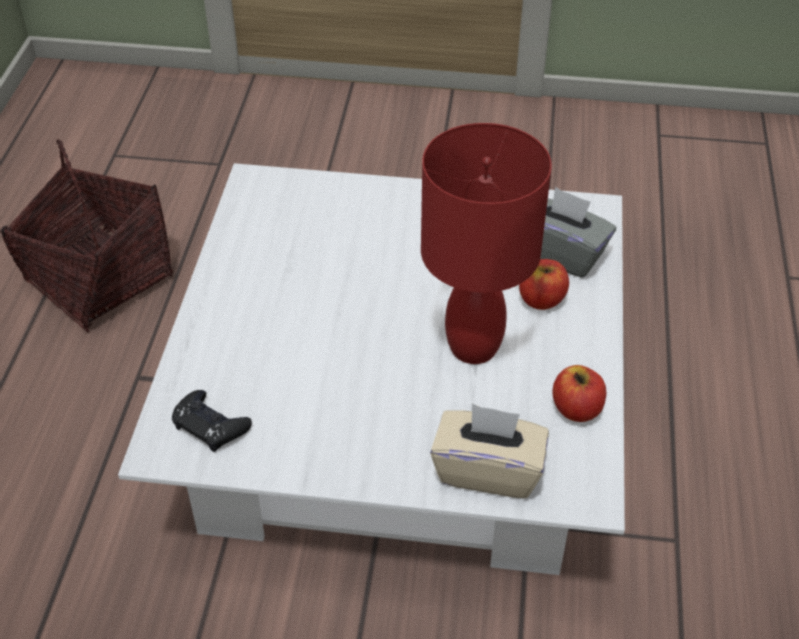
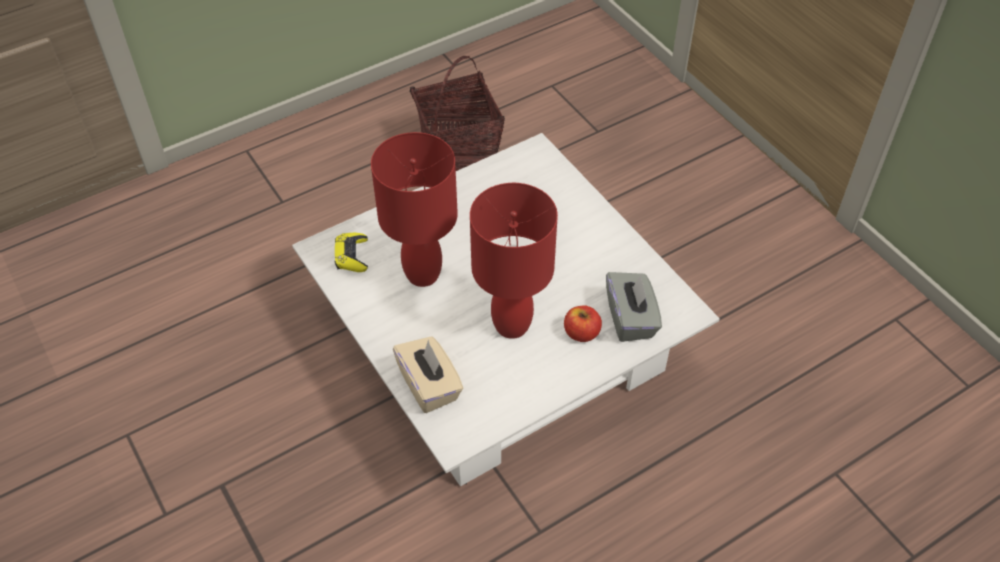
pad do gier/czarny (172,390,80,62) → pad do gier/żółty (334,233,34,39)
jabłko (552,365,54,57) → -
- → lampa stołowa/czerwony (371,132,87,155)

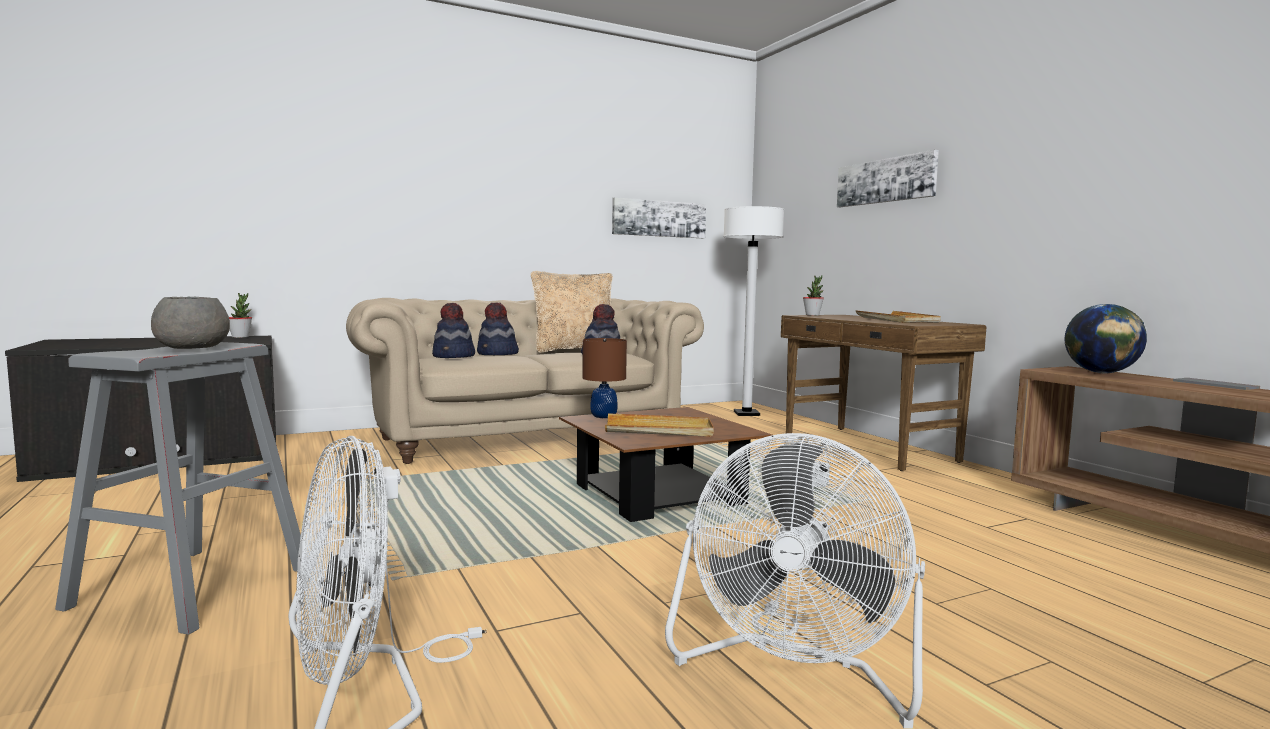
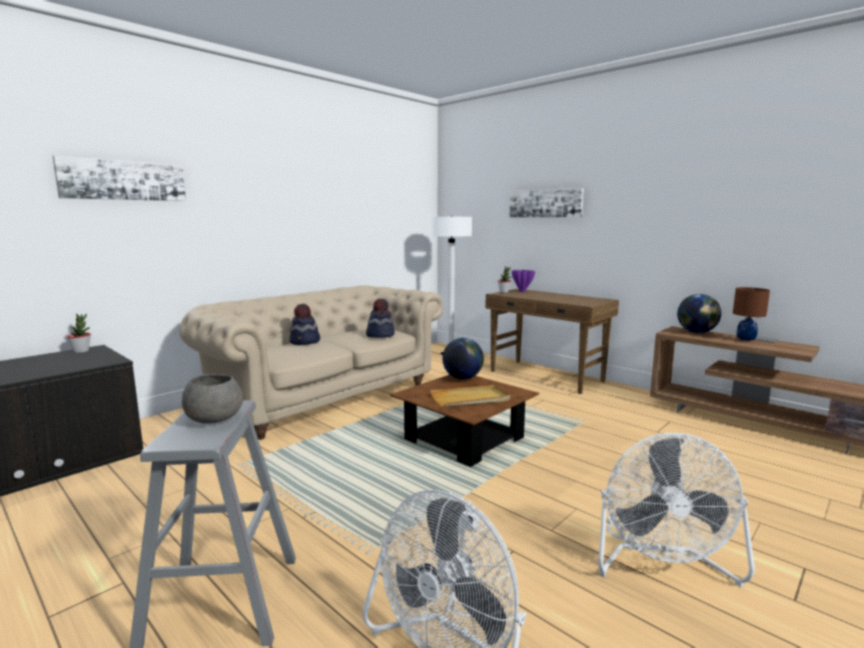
kapelusz (432,303,43,55) → -
poduszka/beżowy (530,271,83,82) → -
lampa stołowa/brązowy (582,338,45,80) → lampa stołowa/brązowy (733,287,37,54), relocated
obraz (612,197,94,41) → obraz (53,156,133,45), relocated
taca/beżowy (856,311,85,12) → -
- → globus (442,338,42,42)
- → wazon/fioletowy (512,270,23,22)

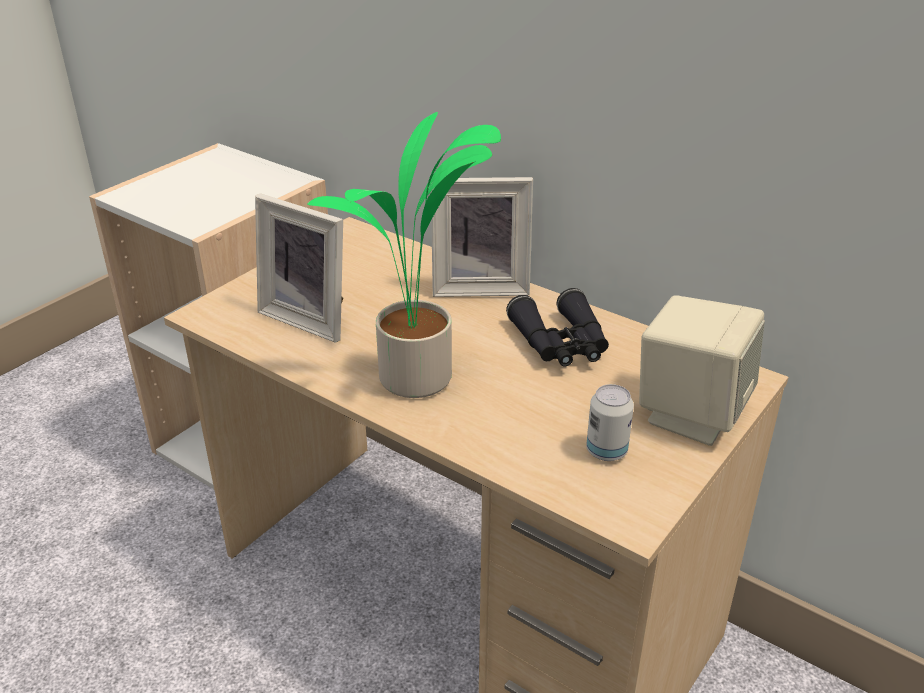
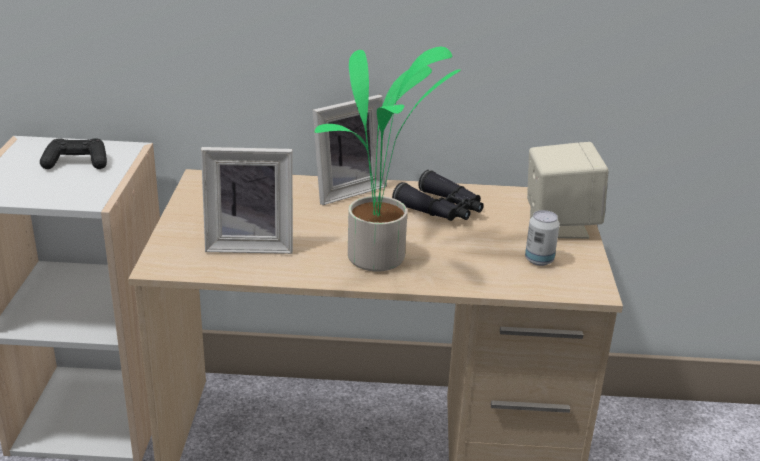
- → pad do gier/czarny (40,138,67,31)

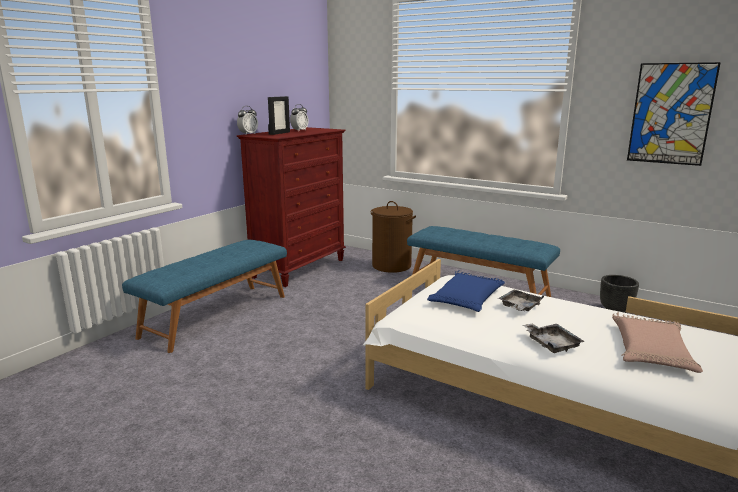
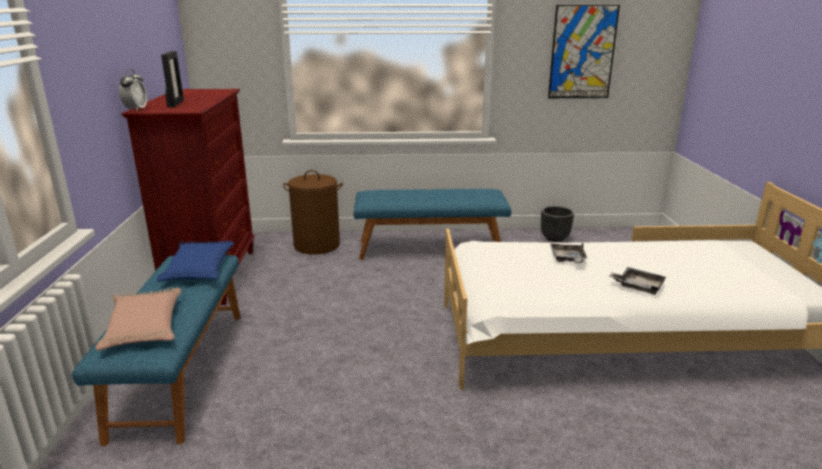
budzik (290,104,19,27) → -
poduszka/niebieski (427,270,78,42) → poduszka/niebieski (157,240,77,42), relocated
poduszka/beżowy (612,312,91,61) → poduszka/beżowy (95,287,86,64), relocated

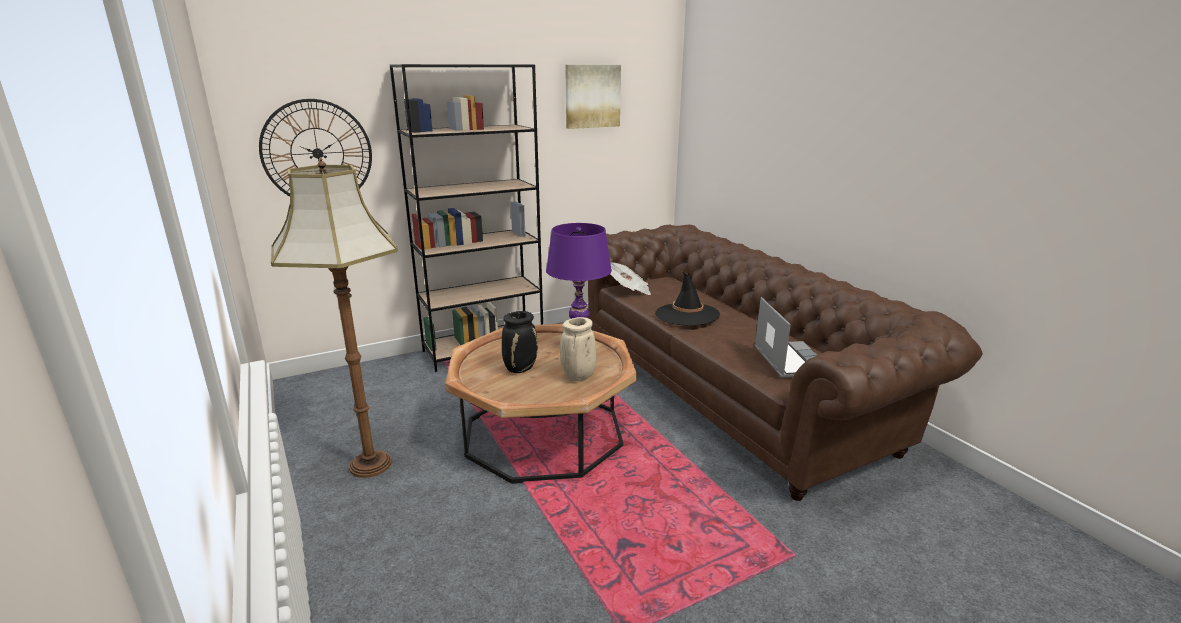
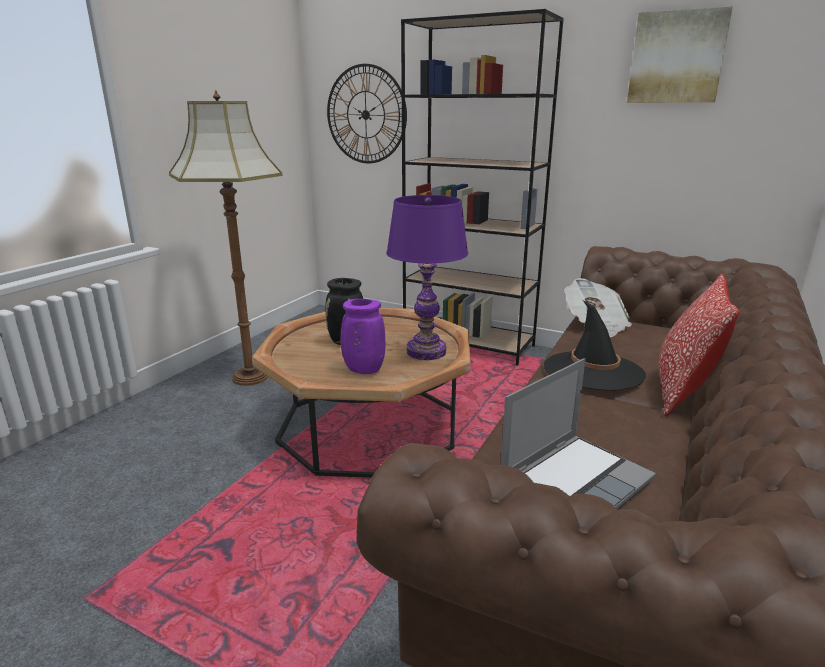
wazon/beżowy (560,317,36,64) → wazon/fioletowy (341,299,44,75)
- → poduszka (658,274,81,143)

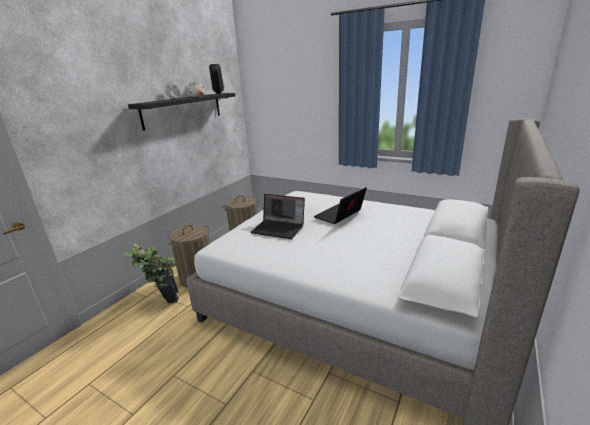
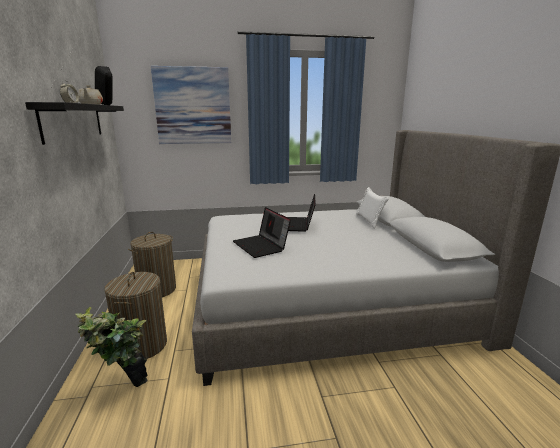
laptop (251,194,54,45) → laptop (233,207,58,51), 75 degrees clockwise
- → obraz (151,66,80,78)
- → poduszka/biały (355,187,34,42)

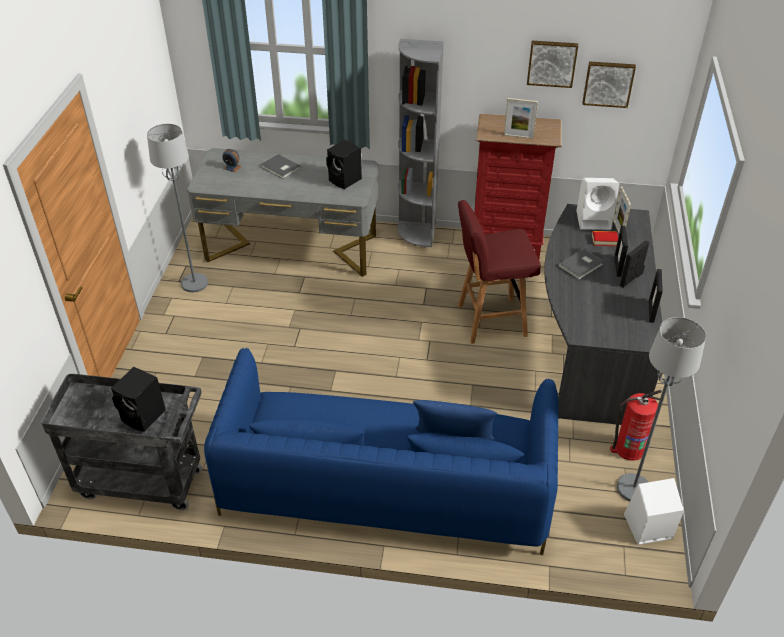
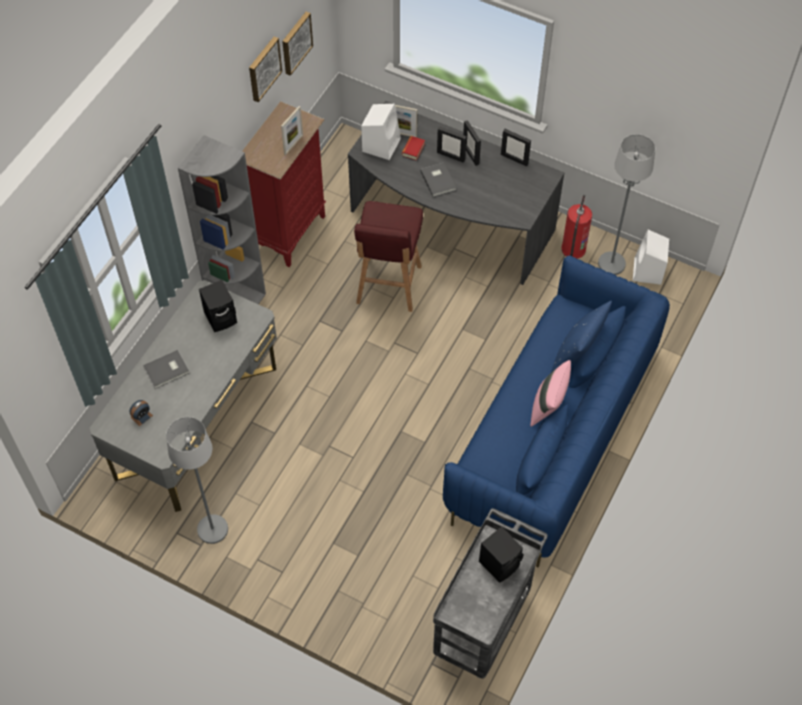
- → poduszka/różowy (530,360,41,67)

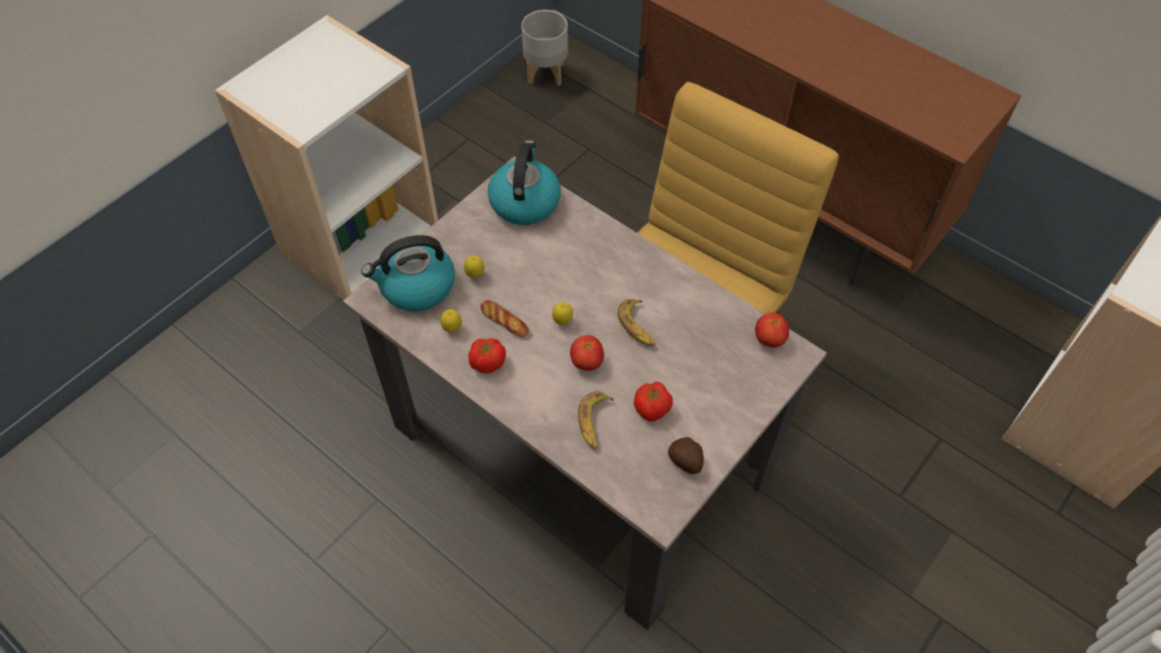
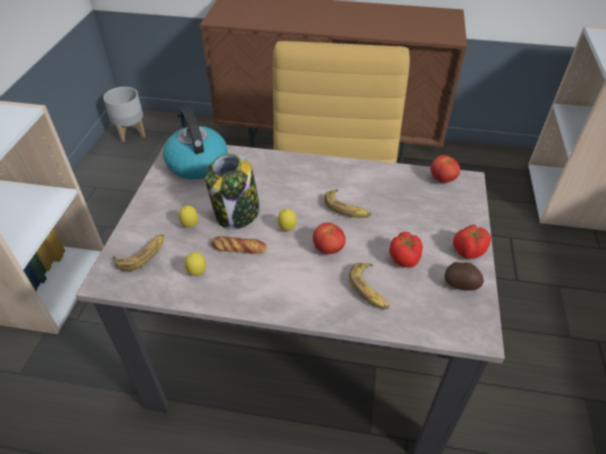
czajnik (361,235,94,76) → banan (113,234,51,37)
pomidor (468,338,38,35) → pomidor (453,224,38,35), relocated
- → słoik (205,154,55,75)

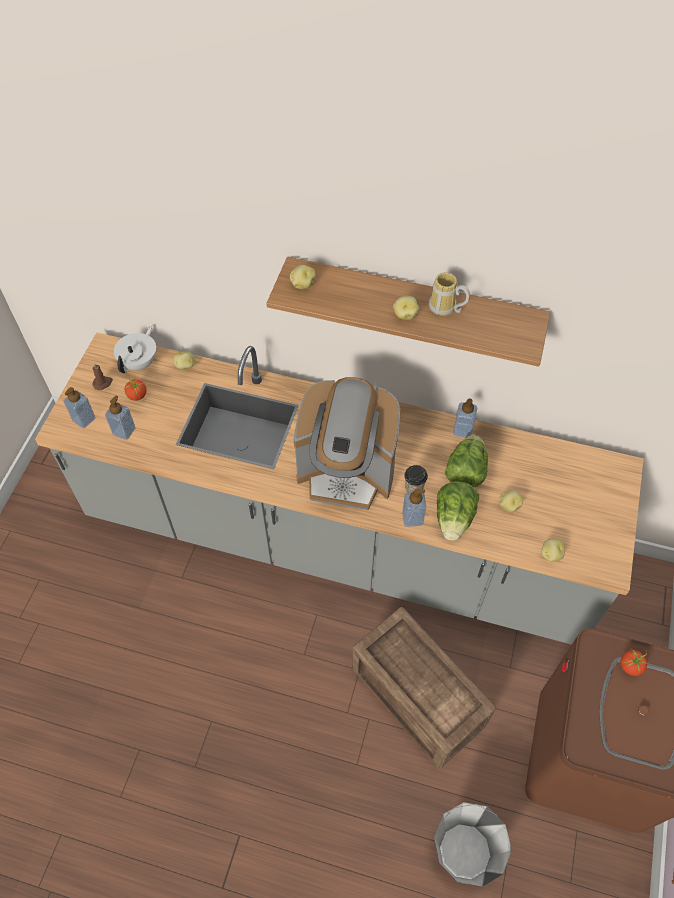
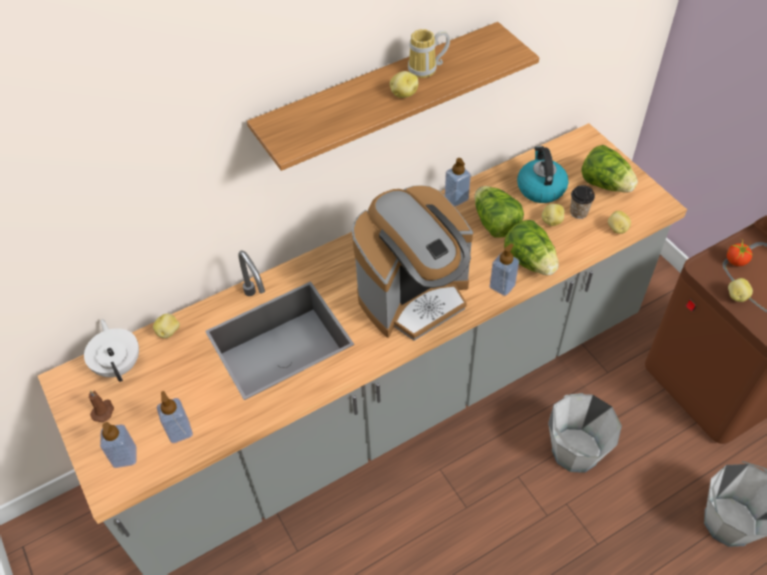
pomidor (124,374,23,27) → -
ziemniak (290,265,26,24) → ziemniak (728,278,25,24), relocated
skrzynka (352,607,144,162) → wiadro/szary (548,393,74,80)
filiżanka (404,465,24,28) → filiżanka (570,185,25,34), relocated
- → czajnik (517,146,51,57)
- → sałata (581,145,57,48)

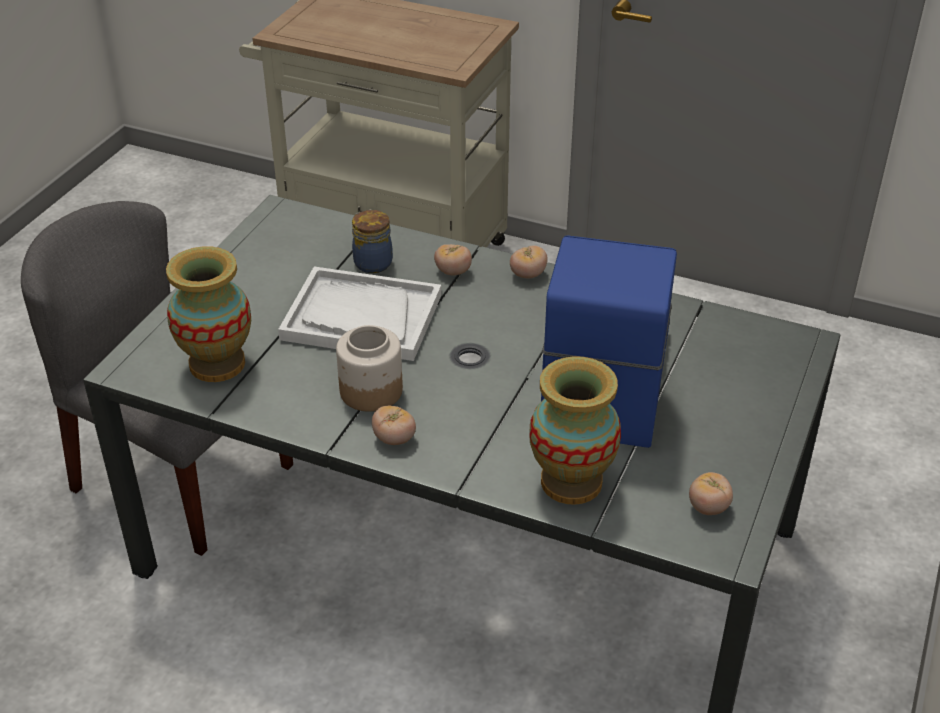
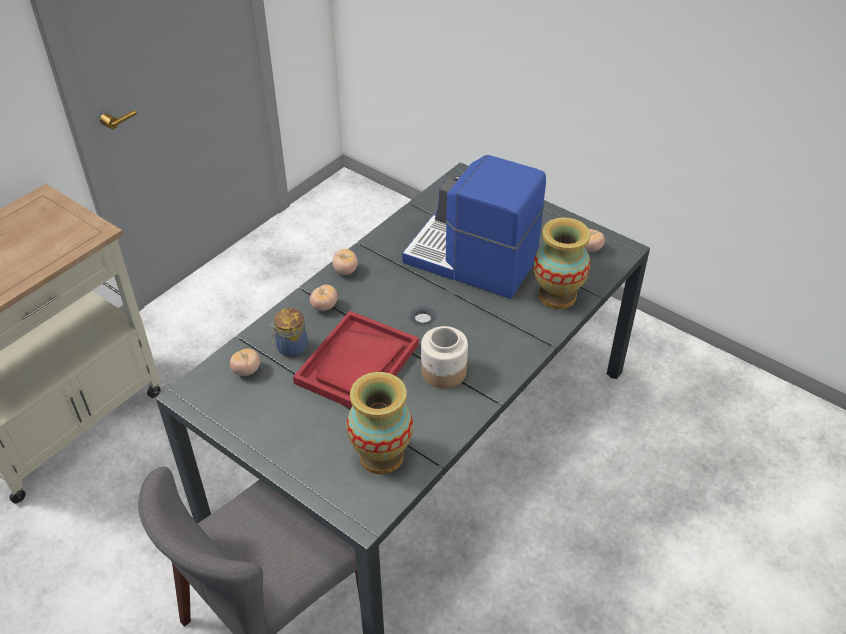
taca/biały (278,266,164,95) → taca/czerwony (293,311,126,97)
pomidor (372,405,44,40) → pomidor (230,349,30,27), relocated

